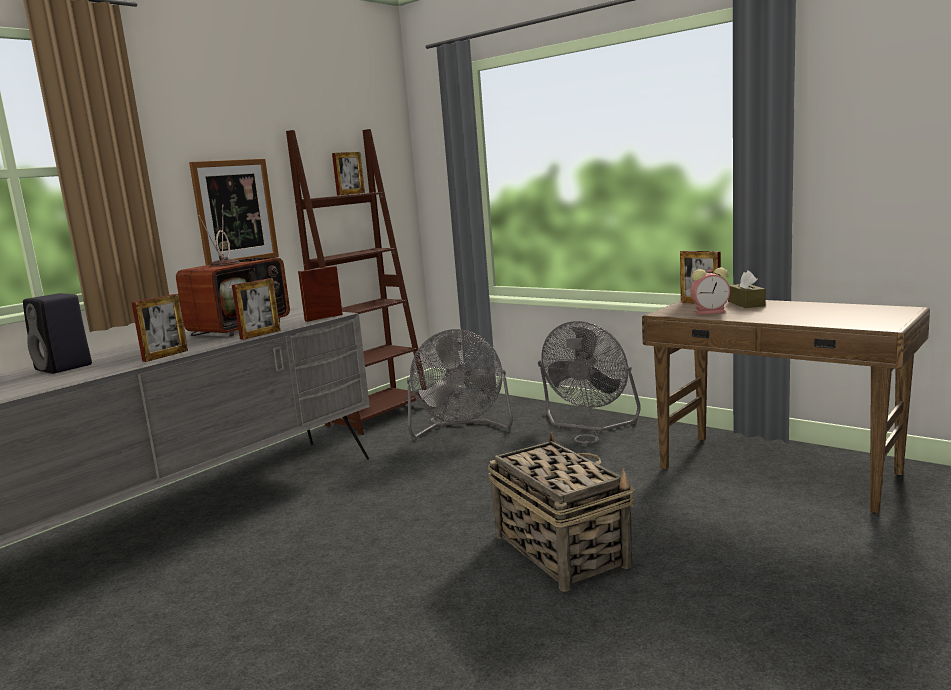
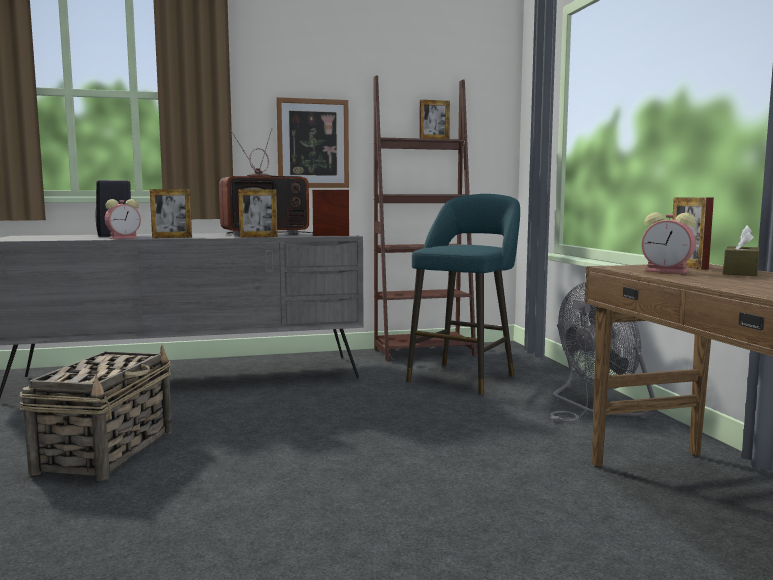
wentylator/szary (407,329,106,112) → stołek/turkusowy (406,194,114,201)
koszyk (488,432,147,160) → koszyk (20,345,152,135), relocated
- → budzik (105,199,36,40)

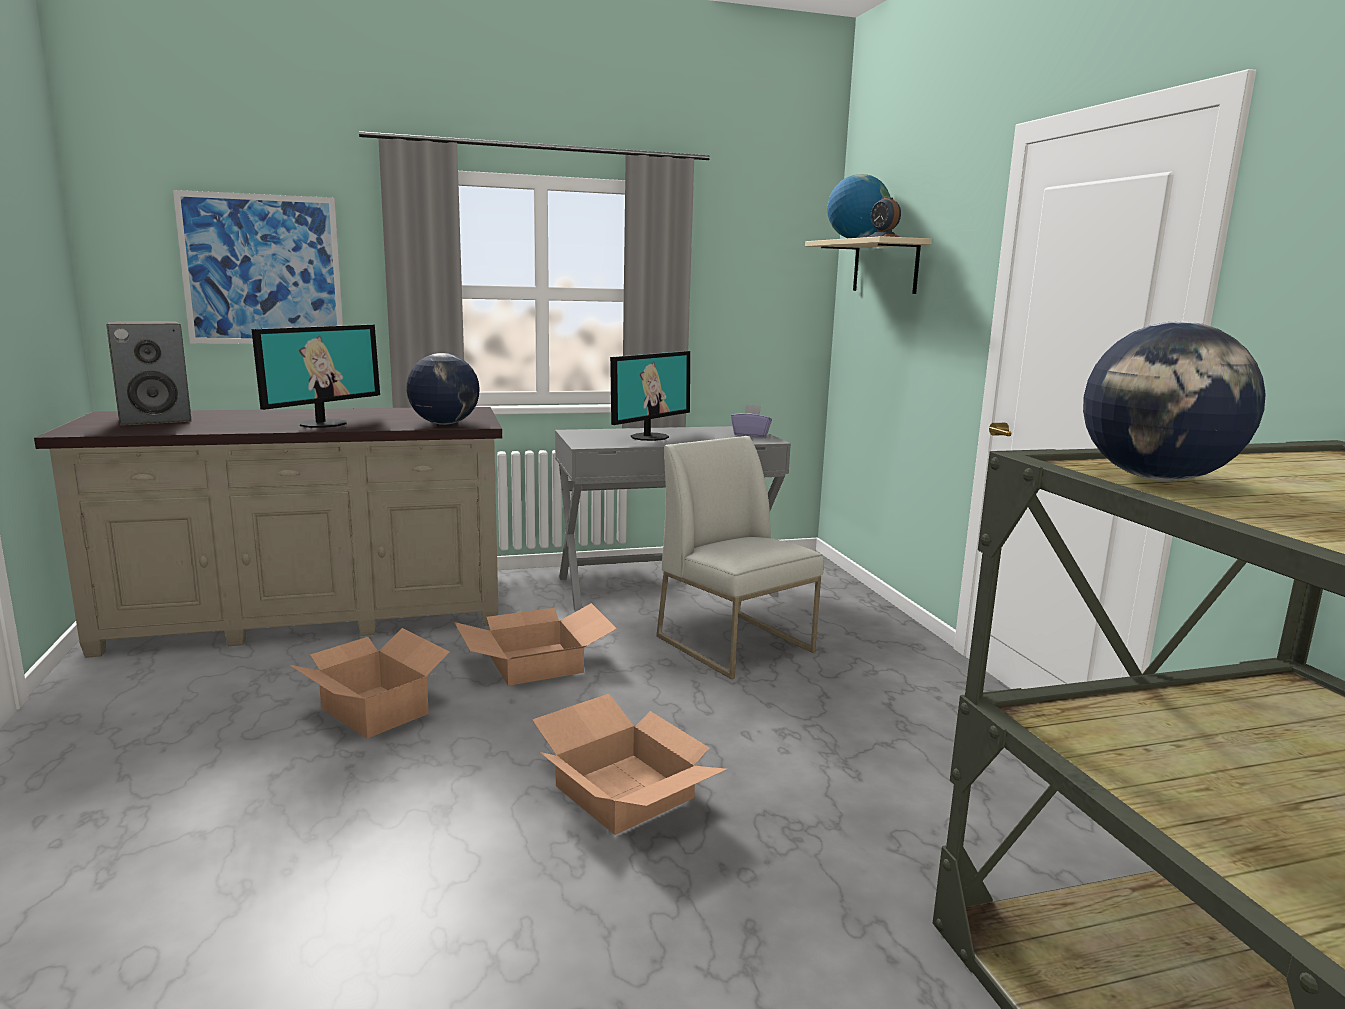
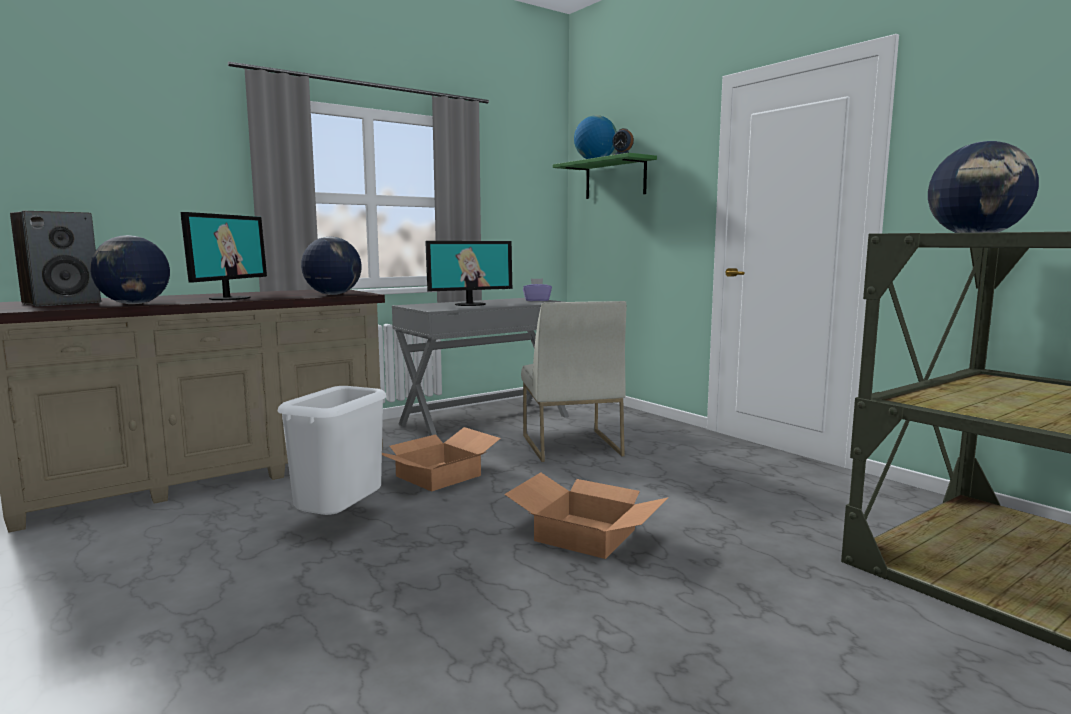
obraz (173,190,170,154) → -
karton (289,628,161,111) → kosz na śmieci/biały (277,386,110,129)
monitor (610,351,80,90) → monitor (425,241,87,65), 45 degrees clockwise
krzesło/biały (656,436,168,243) → krzesło/biały (521,301,105,161), 135 degrees counterclockwise
półka/beżowy (805,236,127,58) → półka/zielony (553,153,104,46)
- → globus (90,235,80,69)

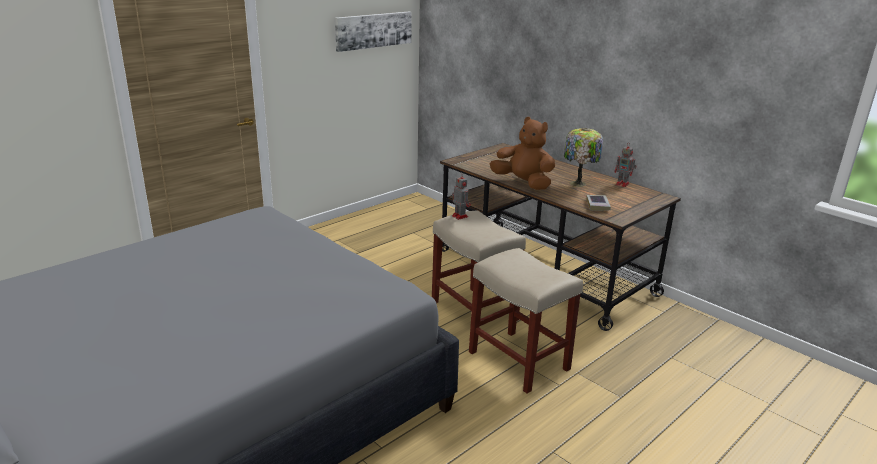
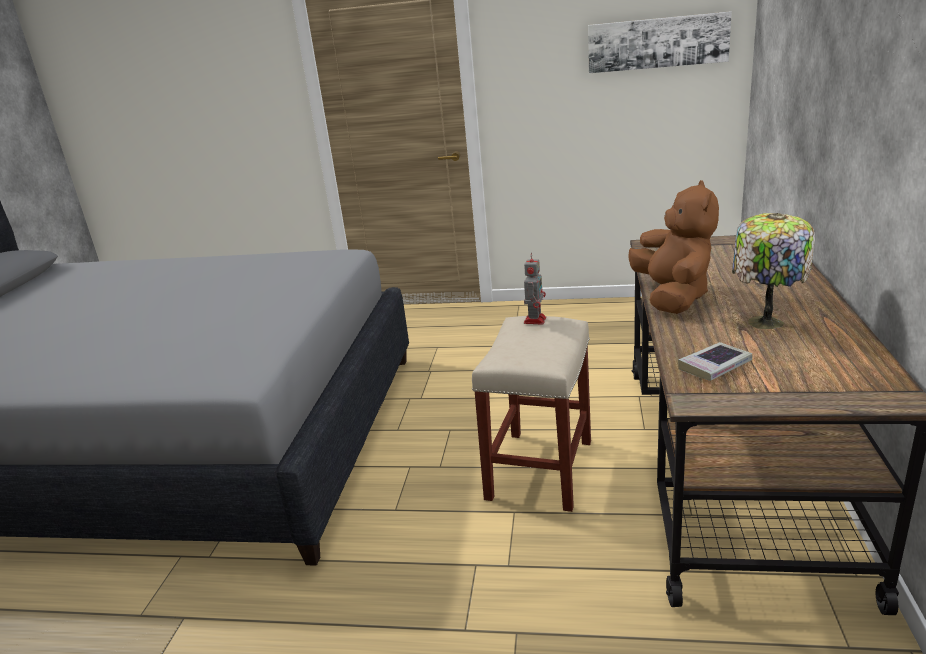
stołek/beżowy (469,248,114,145) → -
robot zabawkowy (615,143,21,44) → -

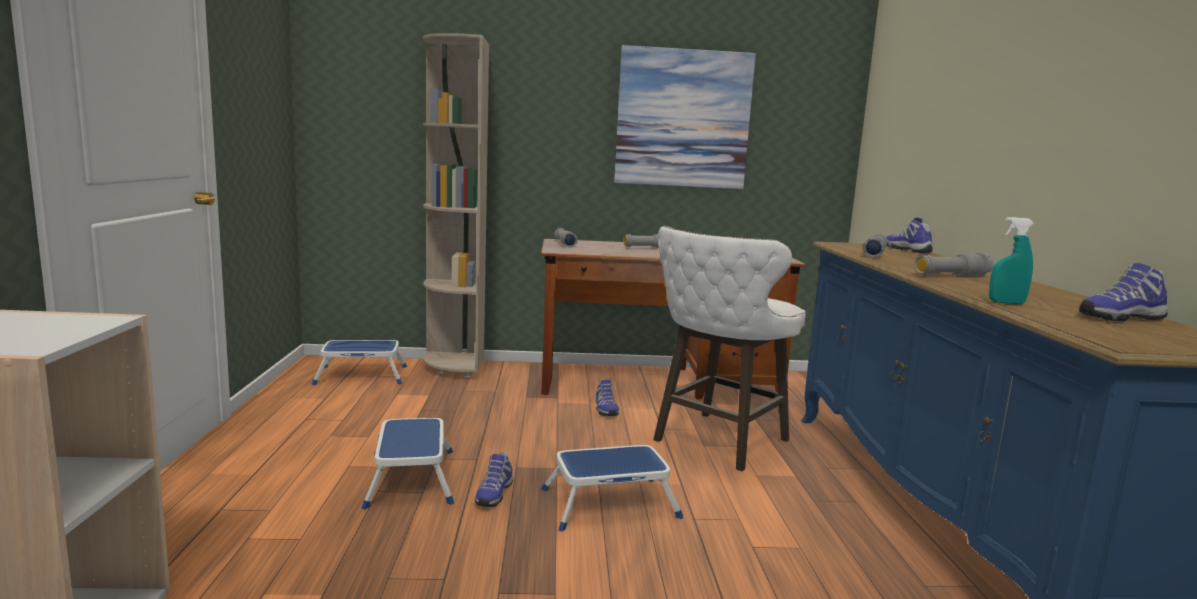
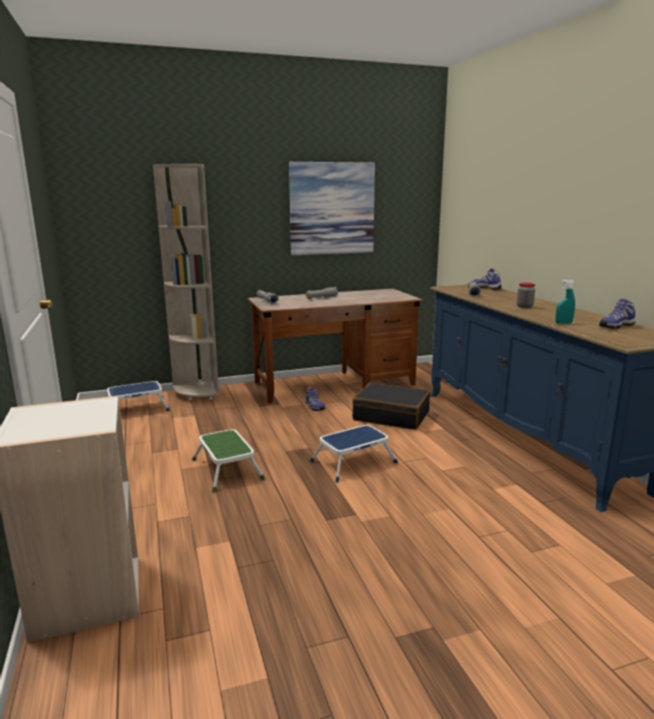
drabinka/niebieski (362,418,92,92) → drabinka/zielony (192,429,73,63)
but (475,452,38,55) → -
stołek/biały (653,226,152,245) → walizka/czarny (352,383,79,47)
latarka/szary (914,253,79,23) → słoik (517,283,18,25)

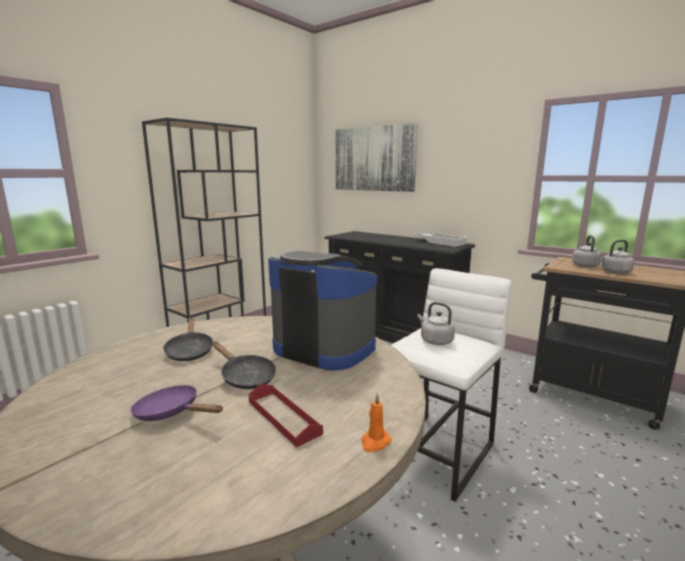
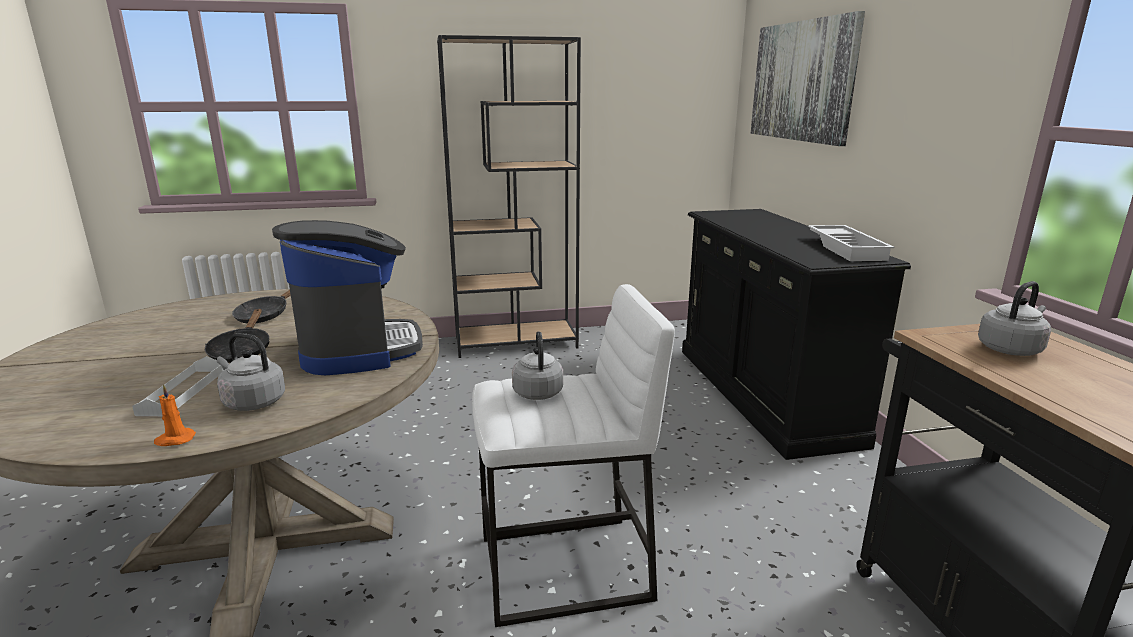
patelnia/fioletowy (130,385,93,36) → -
taca/czerwony (249,384,74,63) → taca/biały (132,356,92,60)
czajnik/szary (600,240,34,34) → czajnik/szary (217,333,68,78), relocated

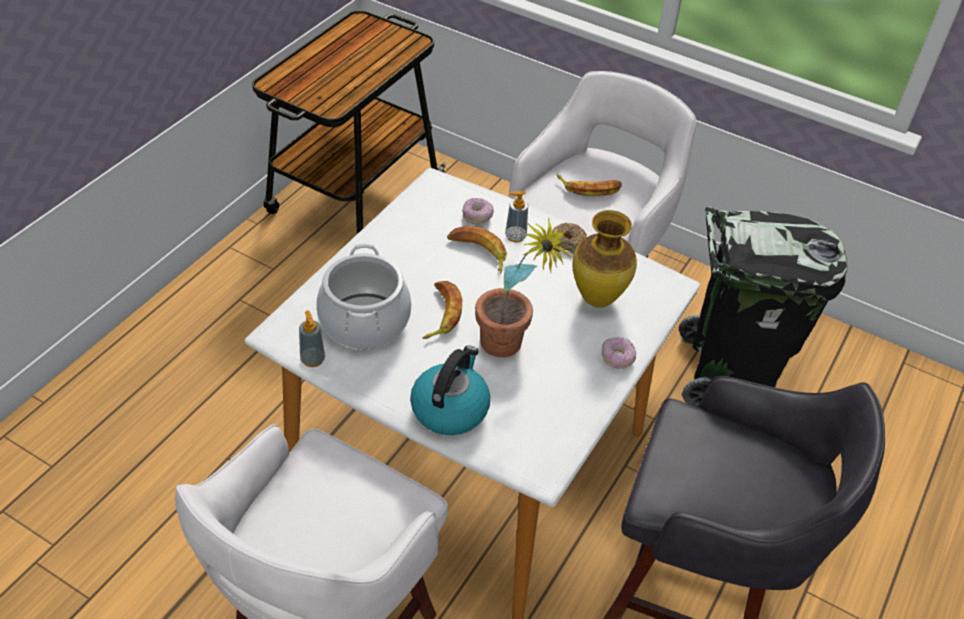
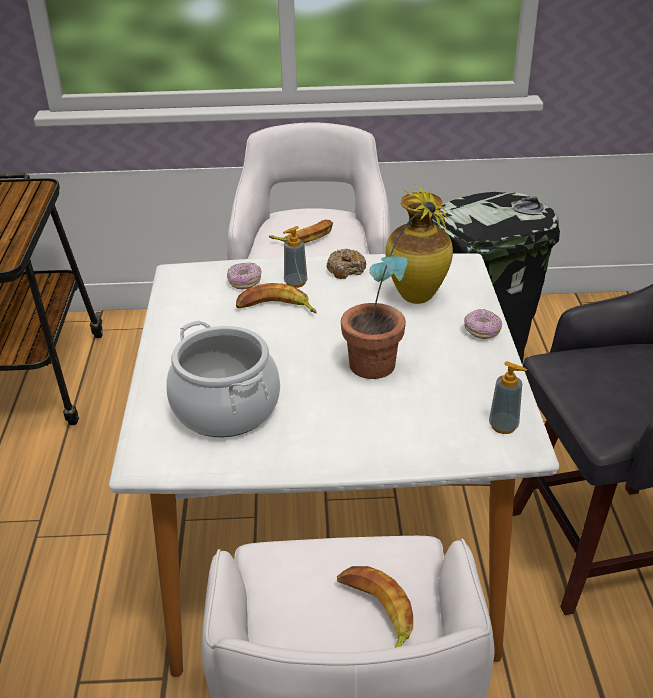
dozownik mydła (299,311,26,56) → dozownik mydła (489,361,38,73), relocated
czajnik (410,345,80,90) → -
banan (423,281,39,58) → banan (337,566,76,82), relocated

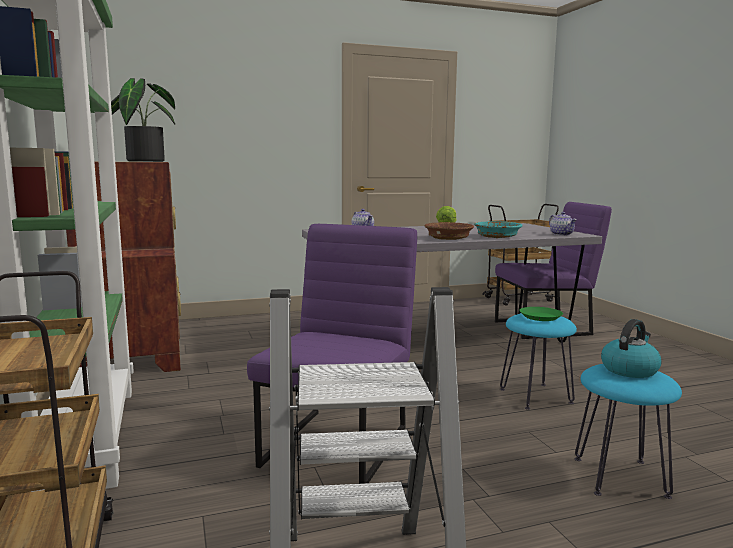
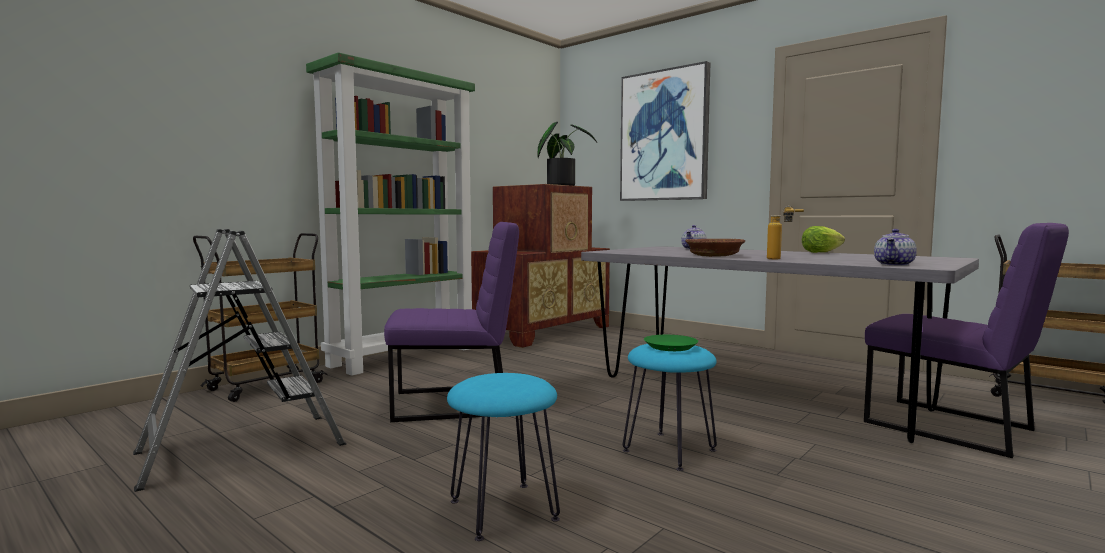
miska/turkusowy (474,221,49,17) → butelka (767,206,28,53)
czajnik (601,319,61,59) → -
- → obraz (620,61,90,140)

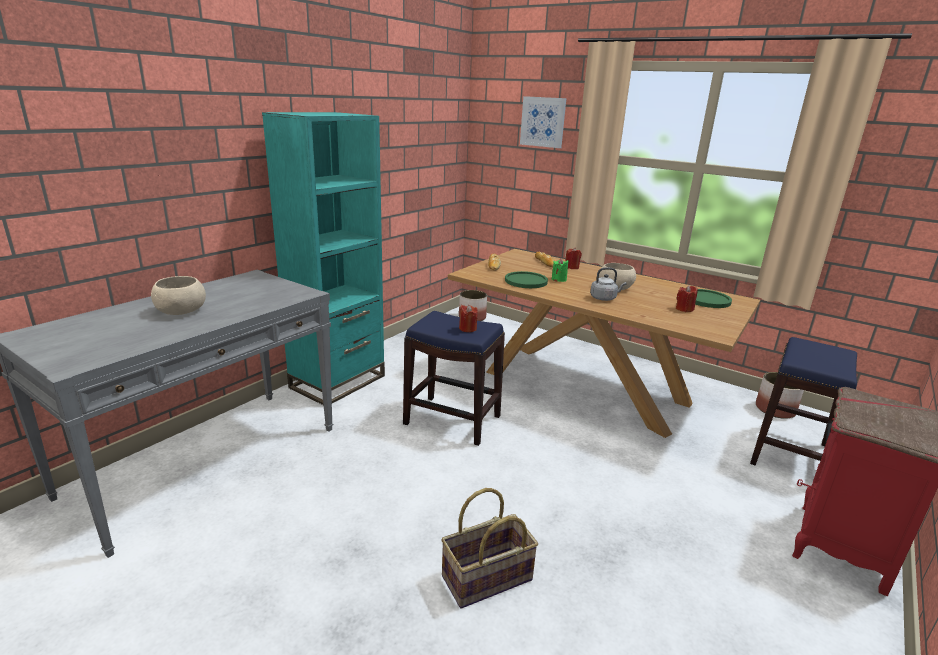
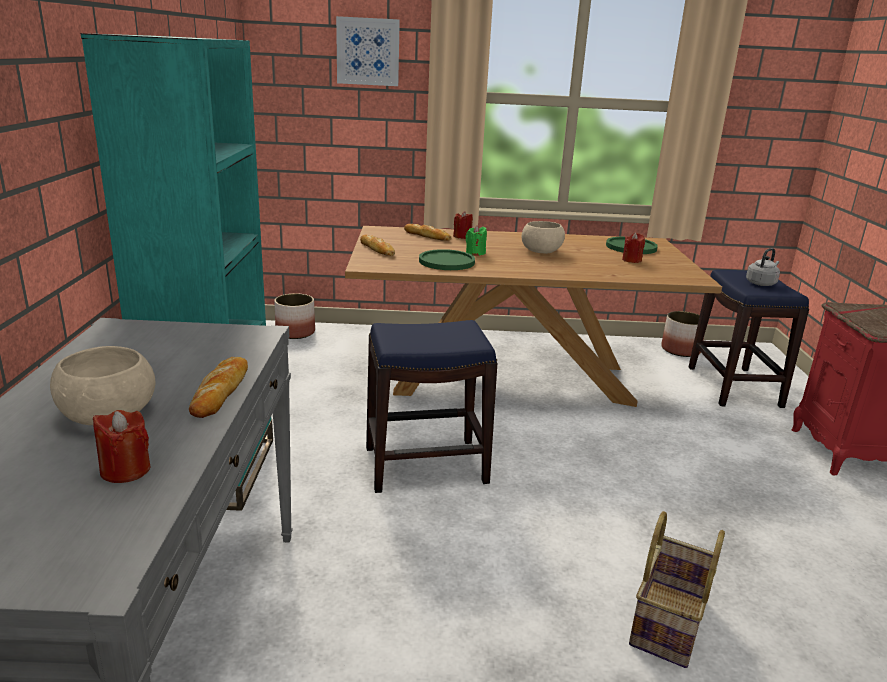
świeca/czerwony (459,305,19,27) → świeca/czerwony (93,410,57,73), relocated
czajnik/szary (590,267,37,34) → czajnik/szary (746,248,34,38), relocated
- → chleb (189,357,59,61)

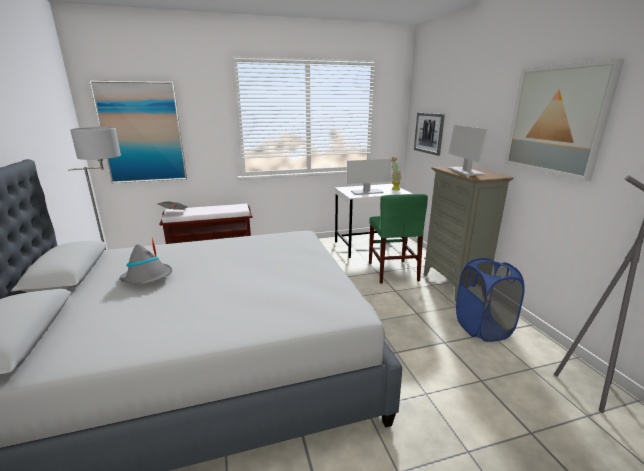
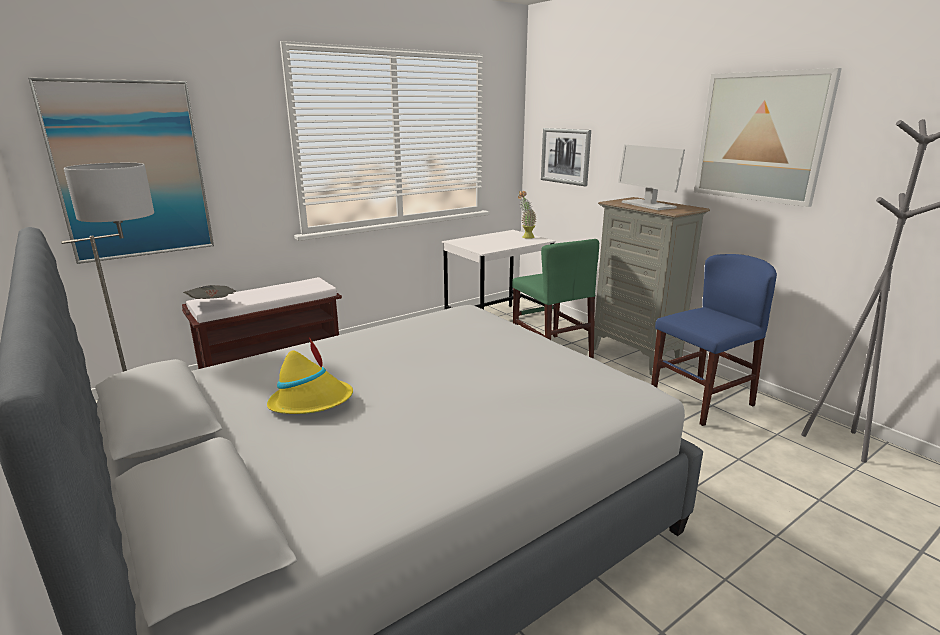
kapelusz/szary (119,238,53,46) → kapelusz/żółty (267,337,86,77)
monitor (347,159,44,36) → -
kosz na pranie/niebieski (456,258,69,84) → krzesło/niebieski (651,254,126,172)

